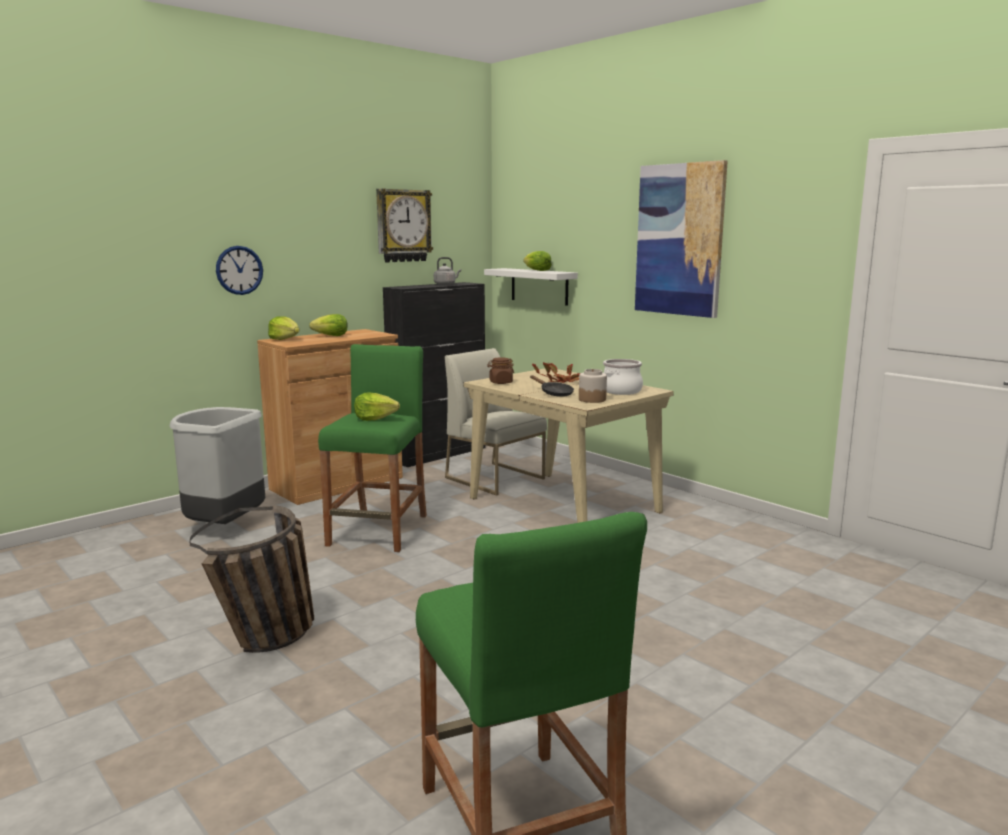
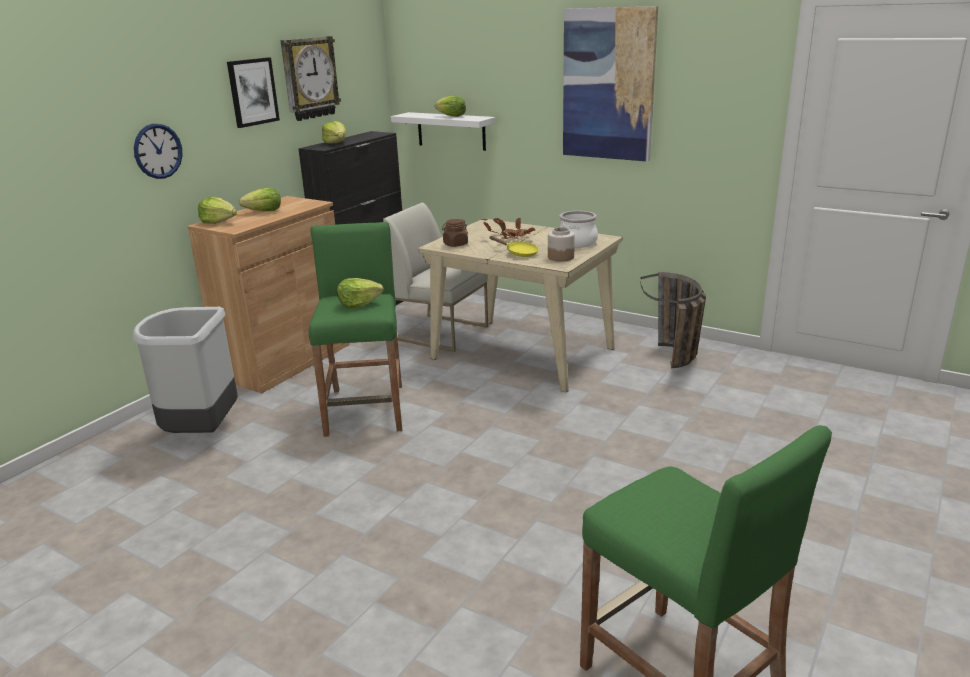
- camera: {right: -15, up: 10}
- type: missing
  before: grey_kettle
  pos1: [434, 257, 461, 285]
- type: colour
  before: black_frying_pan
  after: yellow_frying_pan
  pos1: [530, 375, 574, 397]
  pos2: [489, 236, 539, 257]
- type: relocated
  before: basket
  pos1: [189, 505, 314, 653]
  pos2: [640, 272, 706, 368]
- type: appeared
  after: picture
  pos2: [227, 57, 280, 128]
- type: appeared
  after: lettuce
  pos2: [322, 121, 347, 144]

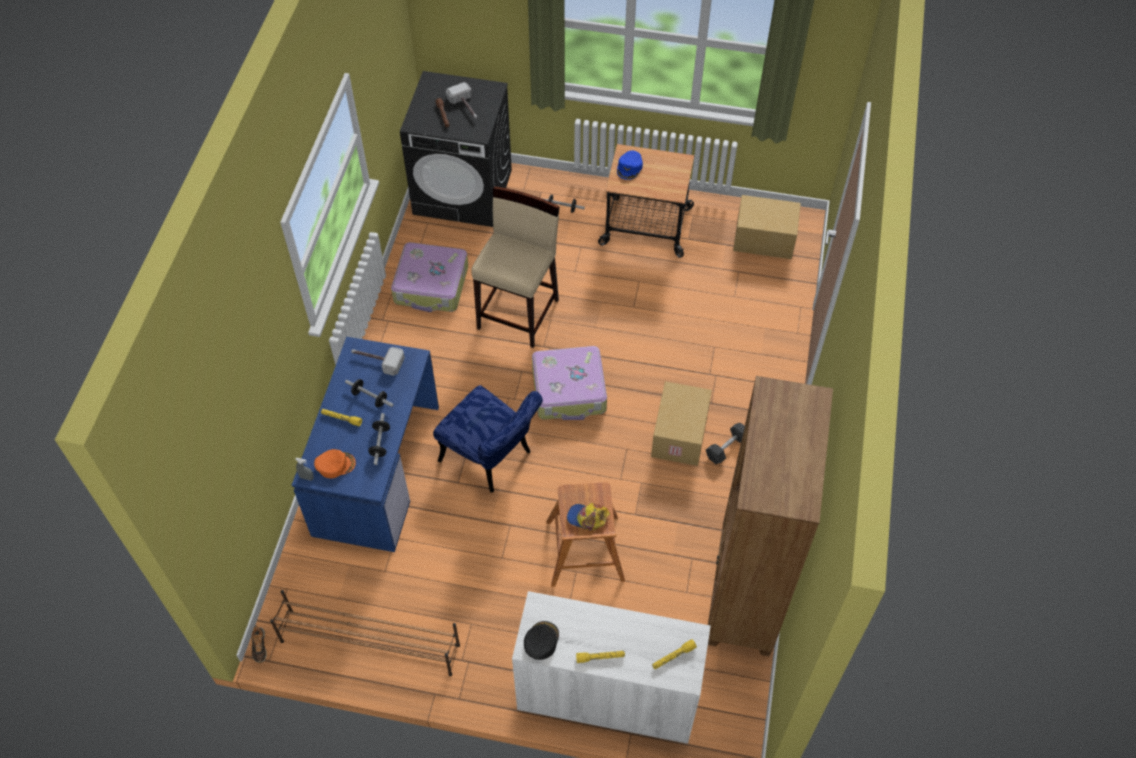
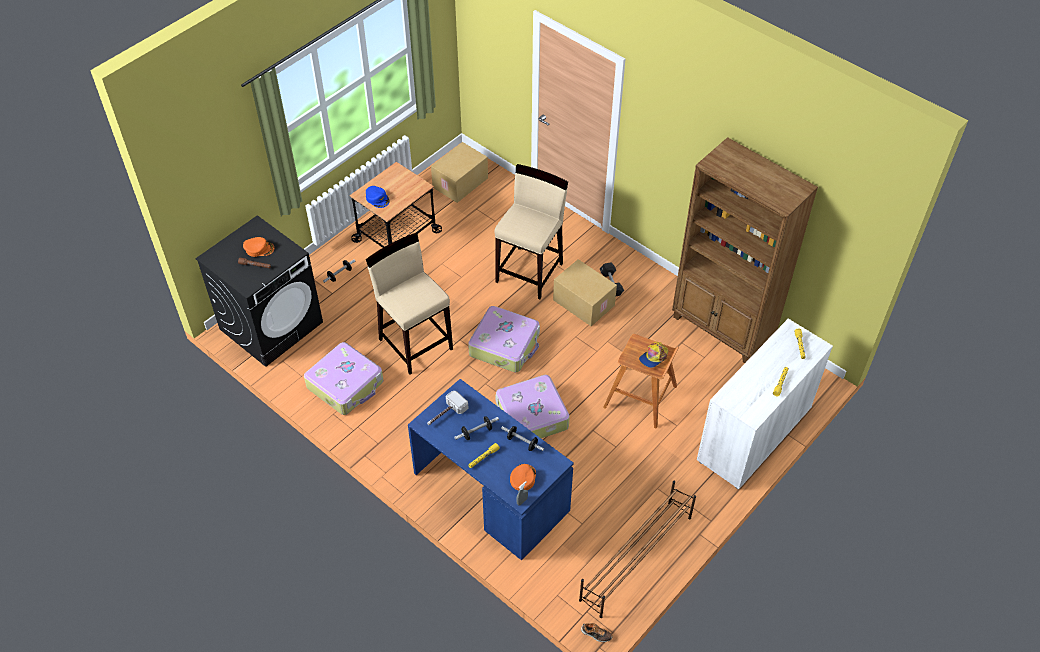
- camera: {right: -60, up: -5}
- type: exchanged
  before: hammer
  after: orange_cap
  pos1: [446, 82, 477, 119]
  pos2: [243, 237, 274, 257]
- type: exchanged
  before: blue_chair
  after: suitcase
  pos1: [433, 385, 543, 493]
  pos2: [496, 375, 570, 438]
- type: missing
  before: black_cap
  pos1: [524, 621, 559, 660]
- type: appeared
  after: beige_stool
  pos2: [495, 164, 568, 299]

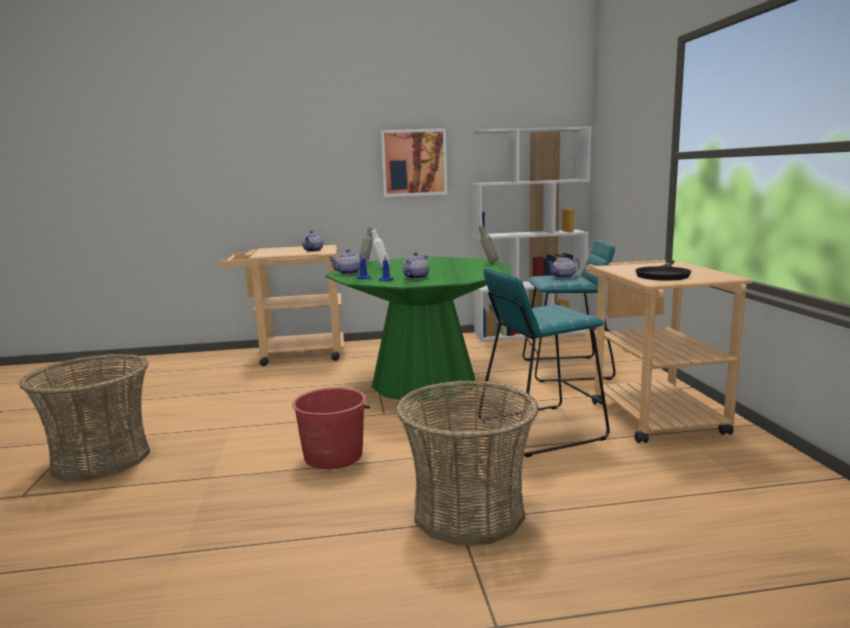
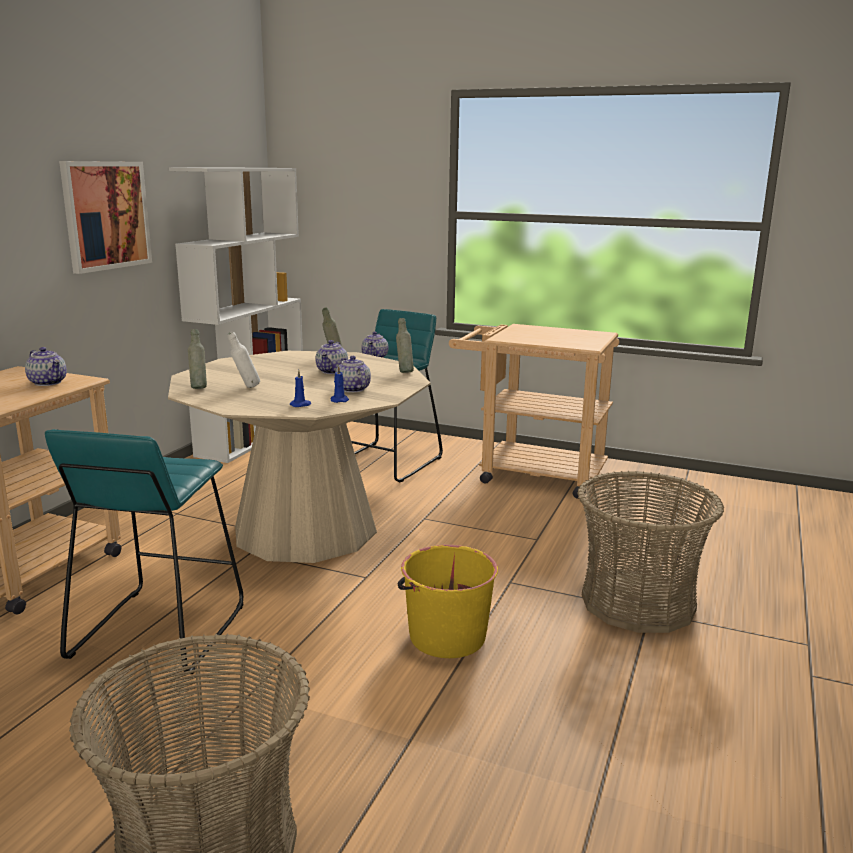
- camera: {right: -60, up: 5}
- type: relocated
  before: teapot
  pos1: [328, 249, 369, 274]
  pos2: [316, 340, 348, 374]
- type: colour
  before: green_dining_table
  after: beige_dining_table
  pos1: [325, 257, 511, 402]
  pos2: [168, 351, 431, 563]
- type: missing
  before: black_frying_pan
  pos1: [635, 260, 692, 281]
- type: relocated
  before: turquoise_stool
  pos1: [478, 268, 610, 457]
  pos2: [45, 429, 243, 674]
- type: colour
  before: red_bucket
  after: yellow_bucket
  pos1: [292, 387, 370, 470]
  pos2: [397, 545, 498, 658]
- type: appeared
  after: grey_bottle
  pos2: [396, 318, 414, 373]

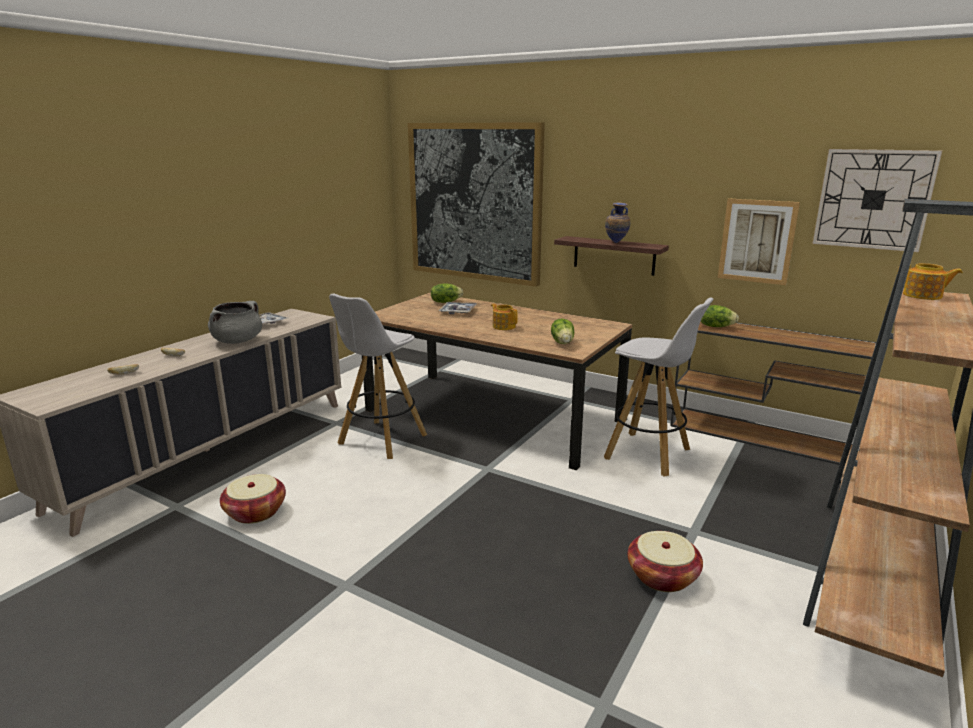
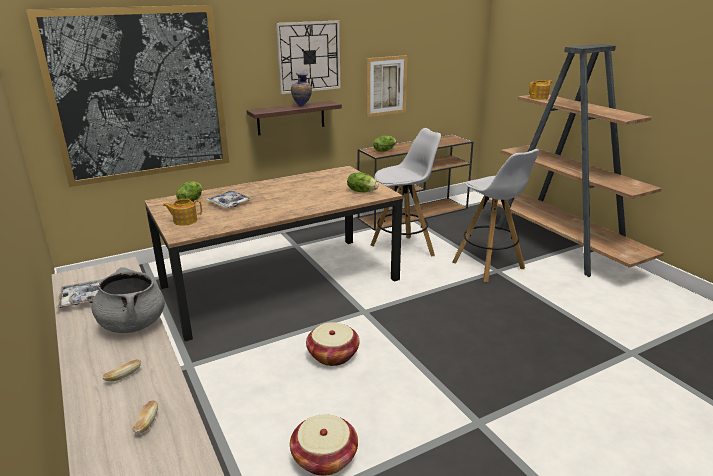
- camera: {right: -60, up: 5}
- type: relocated
  before: wall_clock
  pos1: [812, 149, 942, 252]
  pos2: [276, 20, 340, 94]
- type: relocated
  before: white_stool
  pos1: [329, 294, 427, 459]
  pos2: [452, 149, 539, 282]
- type: relocated
  before: teapot
  pos1: [491, 304, 518, 330]
  pos2: [163, 199, 202, 226]
- type: relocated
  before: basket
  pos1: [628, 531, 703, 592]
  pos2: [306, 322, 359, 366]

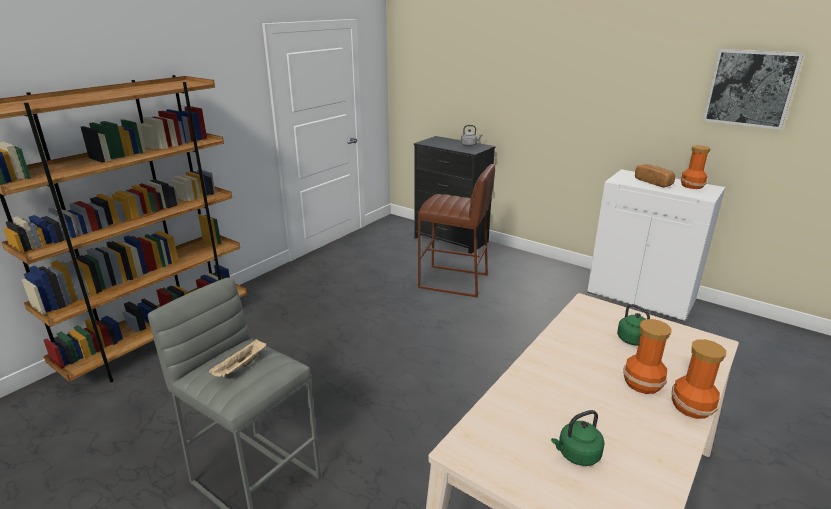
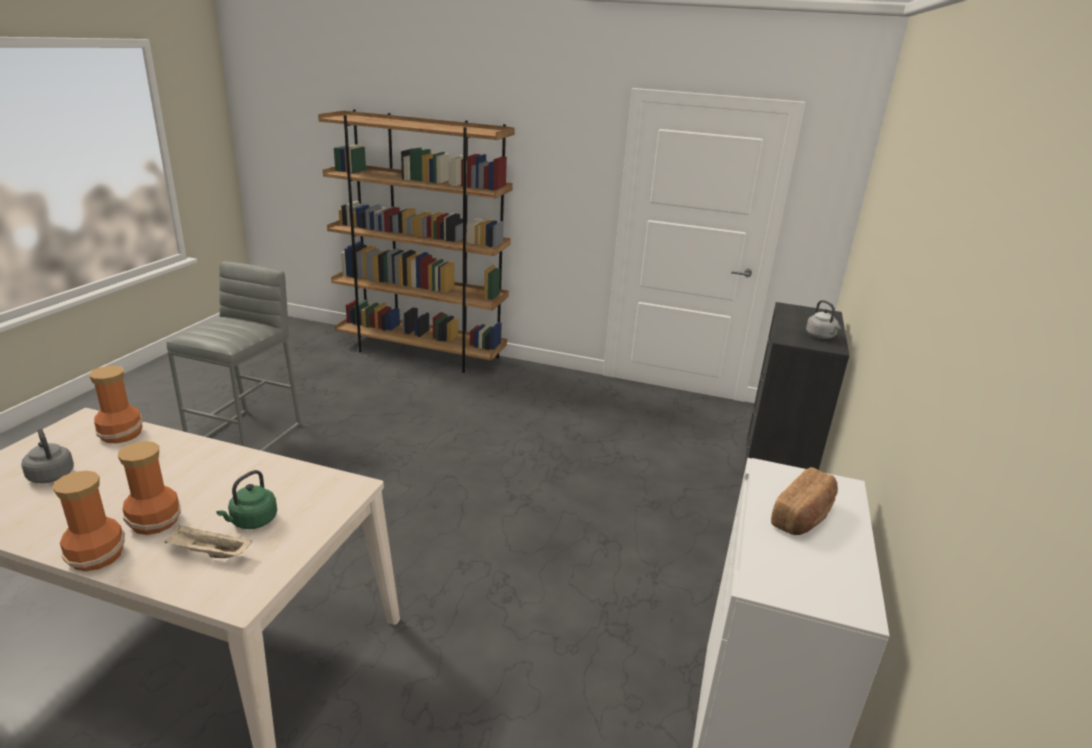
- camera: {right: 70, up: 0}
- type: missing
  before: picture
  pos1: [703, 49, 804, 130]
- type: relocated
  before: vase
  pos1: [681, 145, 711, 189]
  pos2: [89, 366, 143, 443]
- type: missing
  before: brown_stool
  pos1: [418, 164, 495, 297]
- type: relocated
  before: beige_tray
  pos1: [208, 339, 266, 377]
  pos2: [164, 525, 252, 558]
- type: colour
  before: green_kettle
  after: grey_kettle
  pos1: [551, 410, 605, 466]
  pos2: [22, 428, 74, 483]

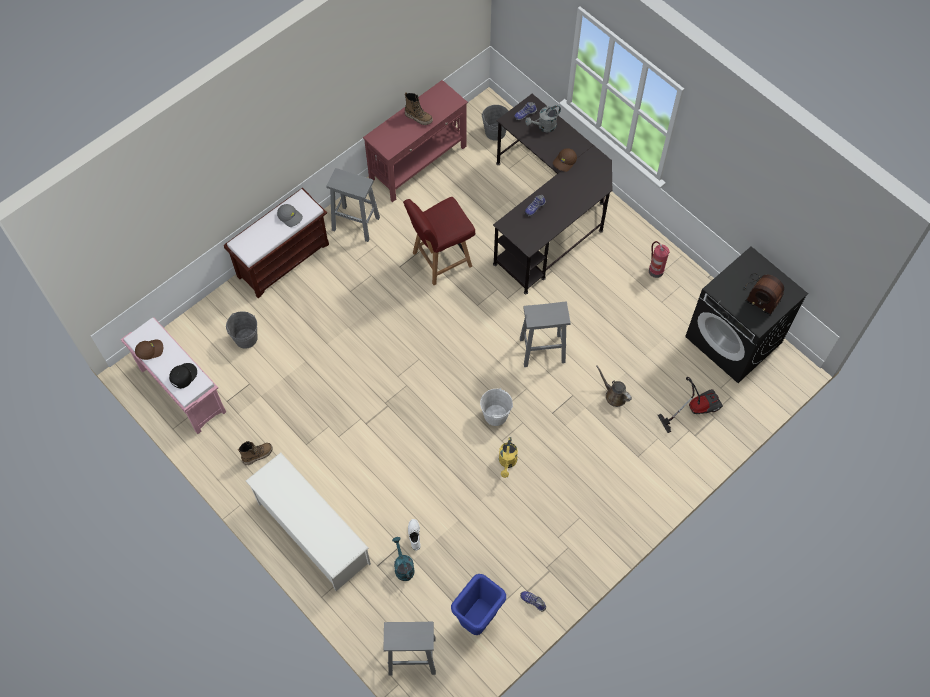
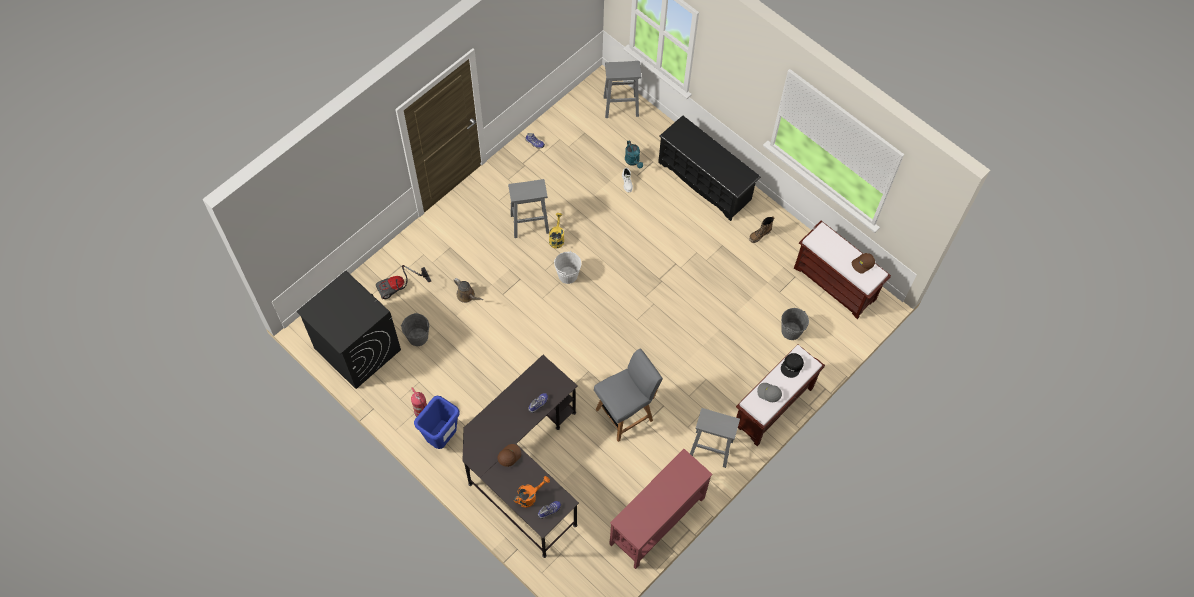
- camera: {right: 175, up: 0}
- type: missing
  before: boot
  pos1: [405, 92, 433, 125]
- type: relocated
  before: grey_bucket
  pos1: [482, 105, 508, 141]
  pos2: [401, 313, 429, 346]
- type: colour
  before: grey_watering_can
  after: orange_watering_can
  pos1: [525, 105, 561, 132]
  pos2: [514, 476, 550, 508]
- type: colour
  before: red_chair
  after: grey_chair
  pos1: [403, 197, 476, 285]
  pos2: [594, 348, 663, 442]
- type: missing
  before: radio
  pos1: [744, 273, 784, 315]
- type: relocated
  before: grey_stool
  pos1: [520, 302, 571, 367]
  pos2: [508, 179, 549, 238]
- type: colour
  before: pink_bench
  after: brown_bench
  pos1: [121, 317, 226, 434]
  pos2: [794, 221, 891, 319]
- type: relocated
  before: black_cap
  pos1: [169, 363, 197, 389]
  pos2: [781, 353, 804, 378]
- type: colour
  before: white_shoe_rack
  after: black_shoe_rack
  pos1: [246, 452, 371, 591]
  pos2: [658, 116, 761, 221]
- type: relocated
  before: blue_trash_can
  pos1: [451, 574, 506, 635]
  pos2: [414, 396, 460, 449]

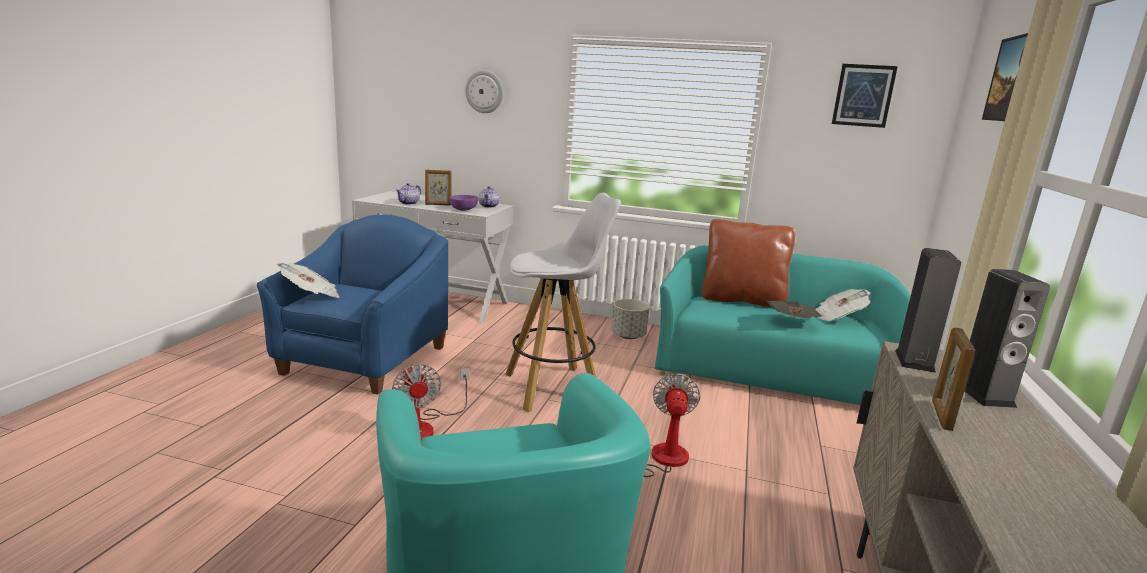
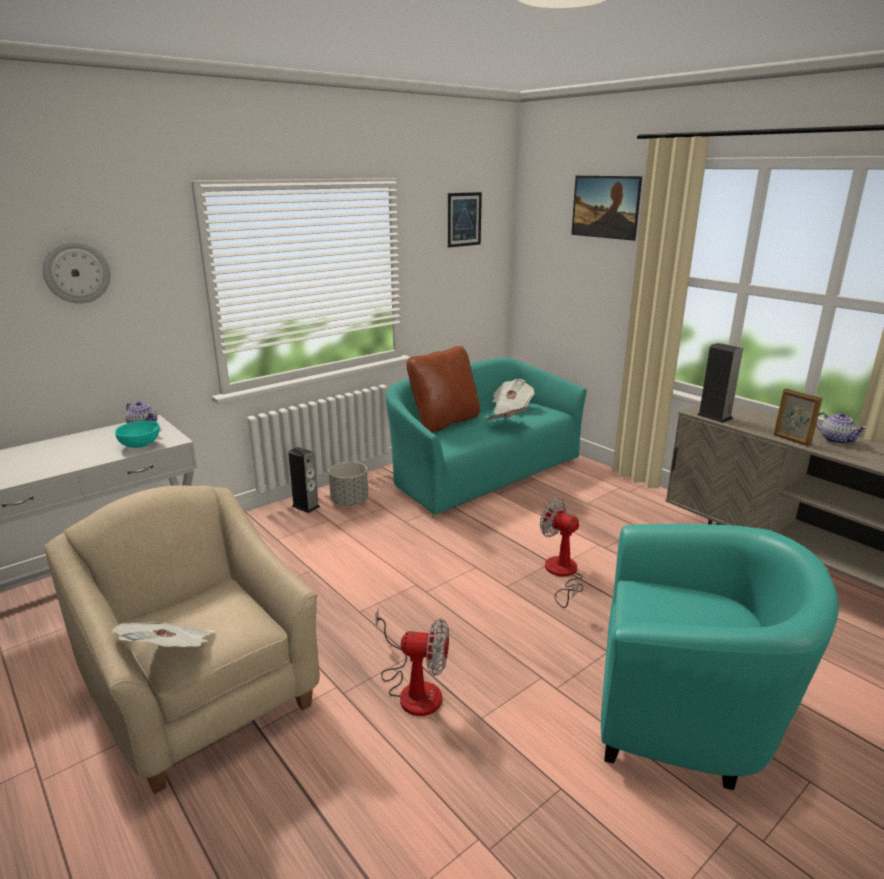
- camera: {right: -55, up: 5}
- type: missing
  before: picture_frame
  pos1: [425, 170, 452, 205]
- type: relocated
  before: teapot
  pos1: [396, 183, 421, 205]
  pos2: [816, 412, 867, 444]
- type: missing
  before: white_stool
  pos1: [505, 193, 621, 412]
- type: colour
  before: purple_bowl
  after: turquoise_bowl
  pos1: [449, 195, 478, 211]
  pos2: [115, 421, 160, 448]
- type: colour
  before: blue_armchair
  after: beige_armchair
  pos1: [257, 214, 448, 395]
  pos2: [44, 485, 320, 794]
- type: relocated
  before: speaker
  pos1: [965, 269, 1050, 408]
  pos2: [288, 447, 320, 513]

